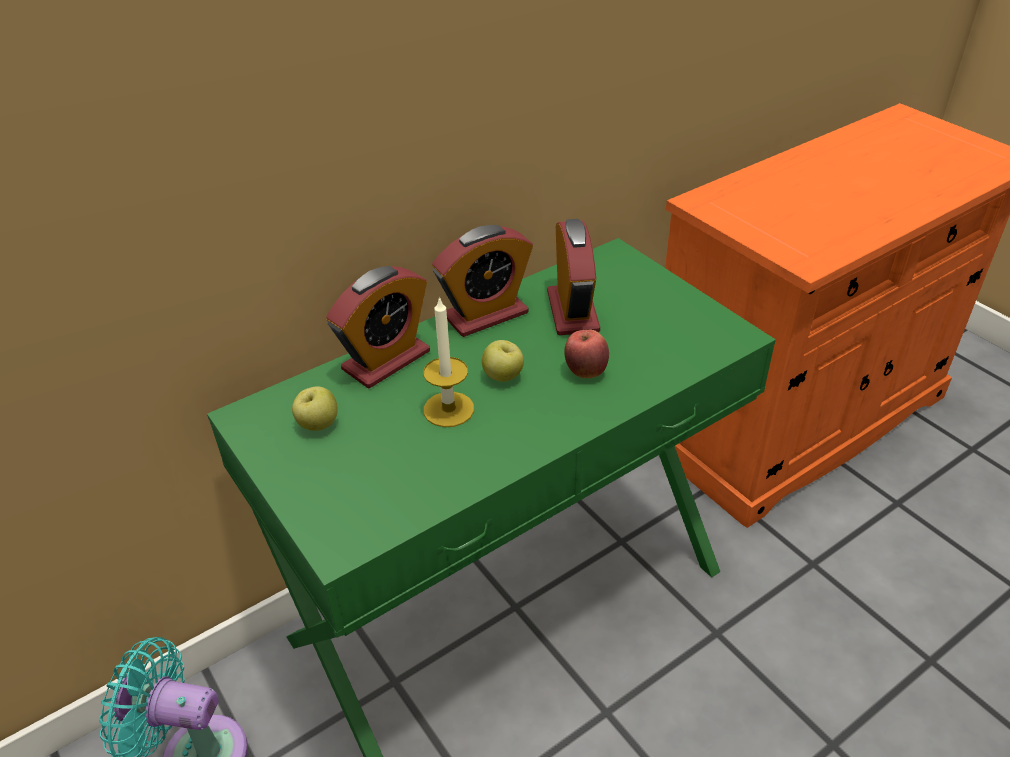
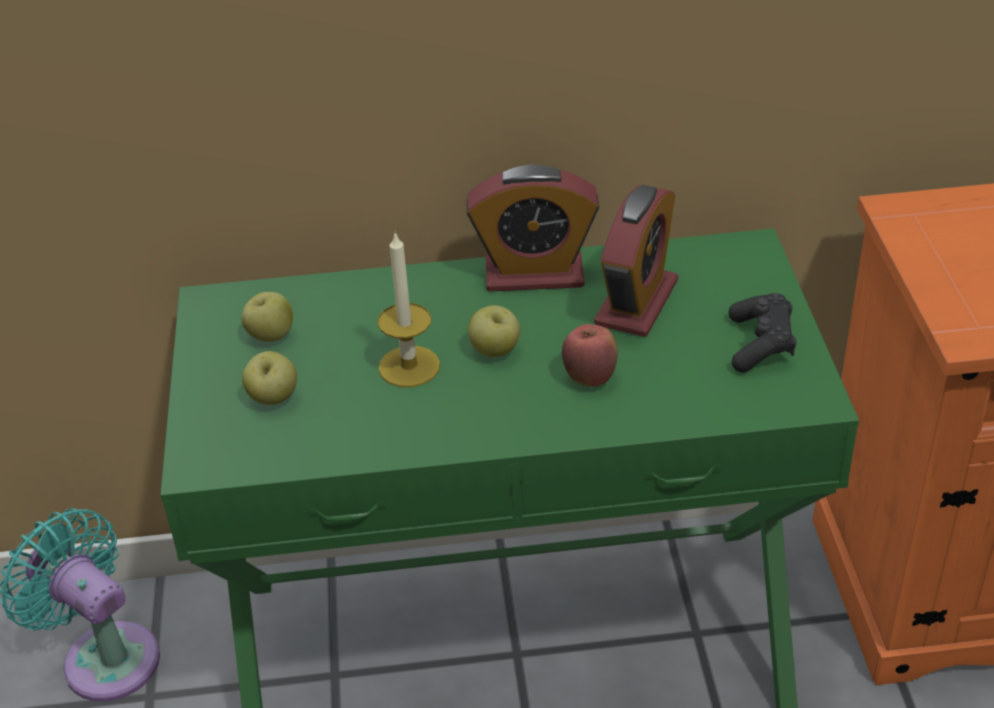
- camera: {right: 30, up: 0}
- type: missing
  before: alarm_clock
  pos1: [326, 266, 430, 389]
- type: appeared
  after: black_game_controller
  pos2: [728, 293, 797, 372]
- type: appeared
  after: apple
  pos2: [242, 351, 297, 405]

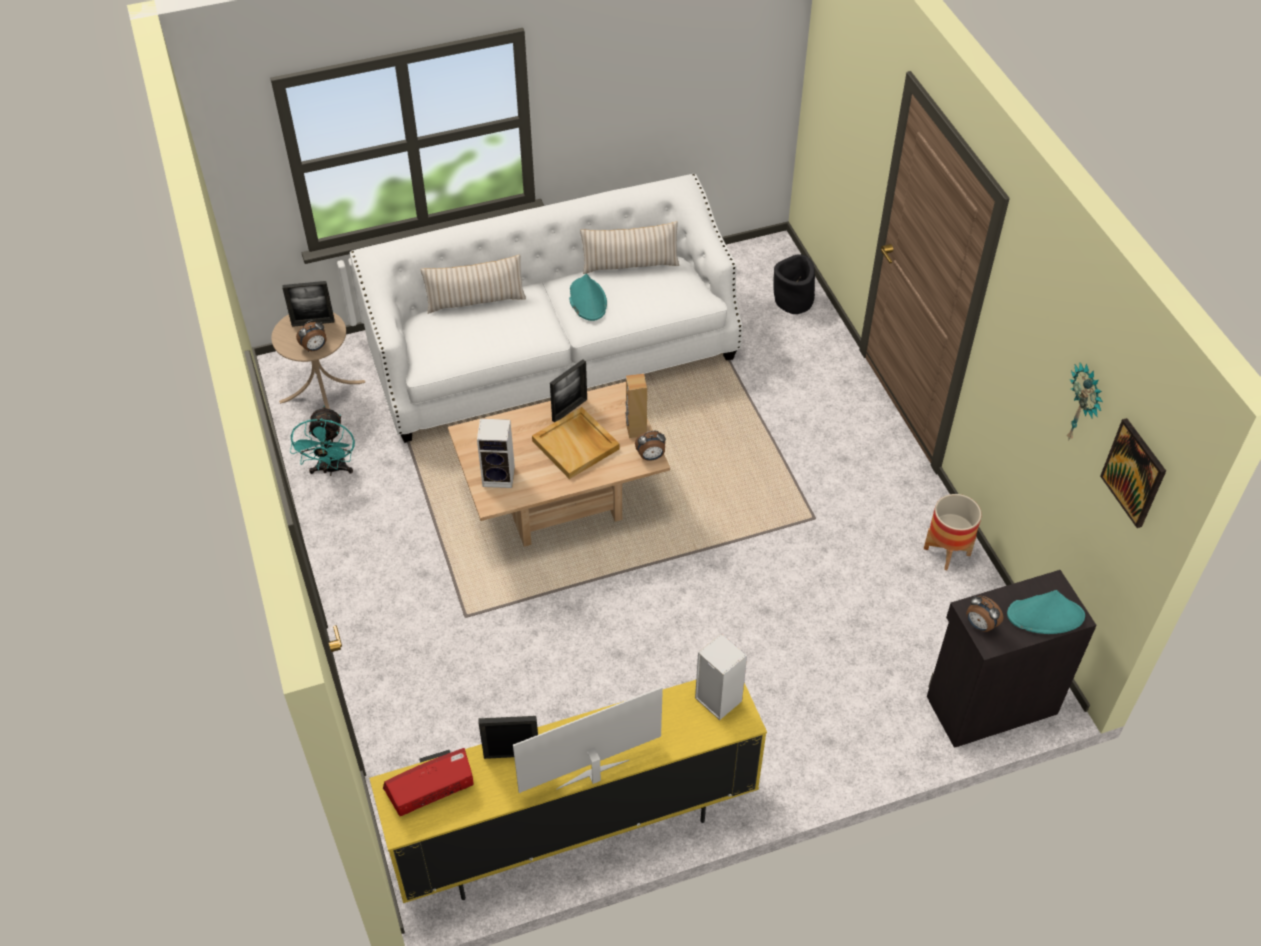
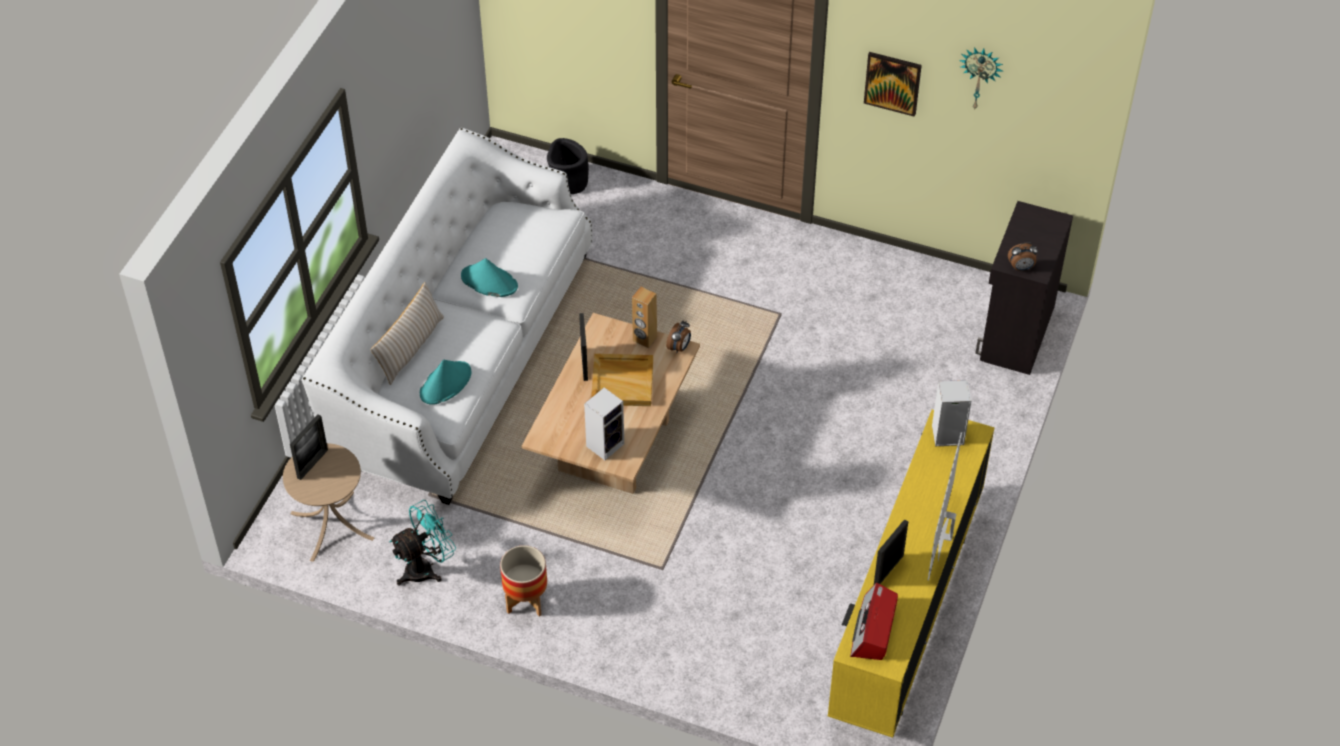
- camera: {right: -50, up: 0}
- type: missing
  before: beige_pillow
  pos1: [580, 222, 679, 274]
- type: missing
  before: alarm_clock
  pos1: [296, 320, 326, 352]
- type: spun
  before: turquoise_fan
  pos1: [290, 406, 355, 476]
  pos2: [389, 500, 456, 585]
  turn: -75
- type: relocated
  before: picture
  pos1: [1100, 418, 1166, 528]
  pos2: [864, 52, 922, 117]
- type: relocated
  before: planter
  pos1: [924, 494, 982, 570]
  pos2: [500, 545, 547, 616]
- type: relocated
  before: turquoise_hat
  pos1: [1007, 590, 1085, 634]
  pos2: [420, 360, 471, 405]

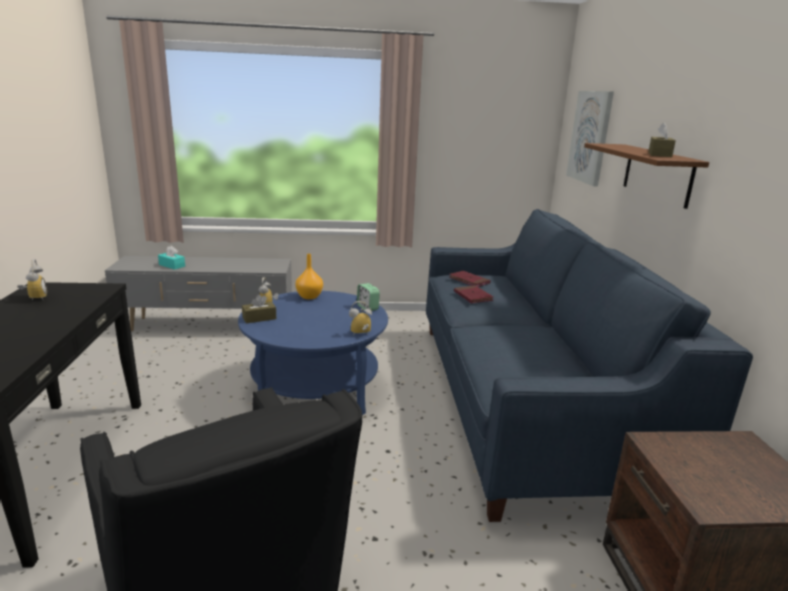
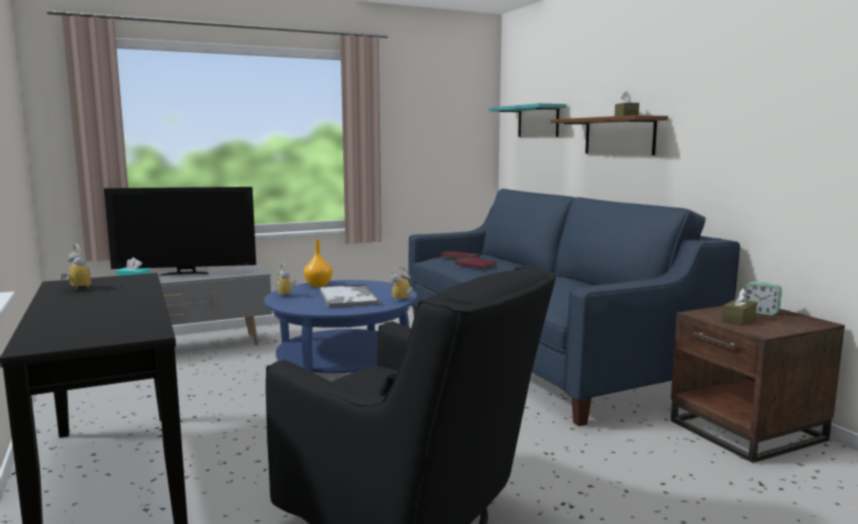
- camera: {right: -20, up: -10}
- type: exchanged
  before: picture
  after: turquoise_shelf
  pos1: [566, 91, 614, 186]
  pos2: [489, 103, 567, 137]
- type: relocated
  before: alarm_clock
  pos1: [357, 283, 380, 311]
  pos2: [743, 282, 782, 315]
- type: relocated
  before: brown_tissue_box
  pos1: [242, 294, 276, 323]
  pos2: [722, 288, 757, 325]
- type: appeared
  after: television
  pos2: [104, 187, 256, 276]
- type: appeared
  after: tray
  pos2: [319, 284, 380, 308]

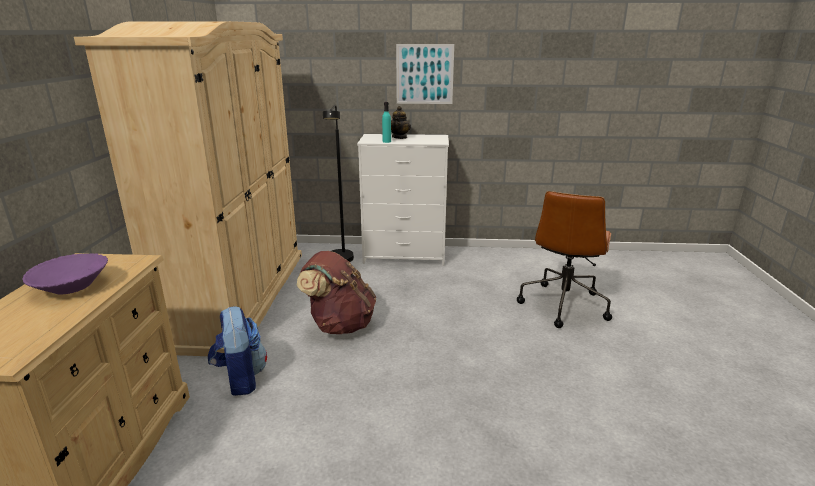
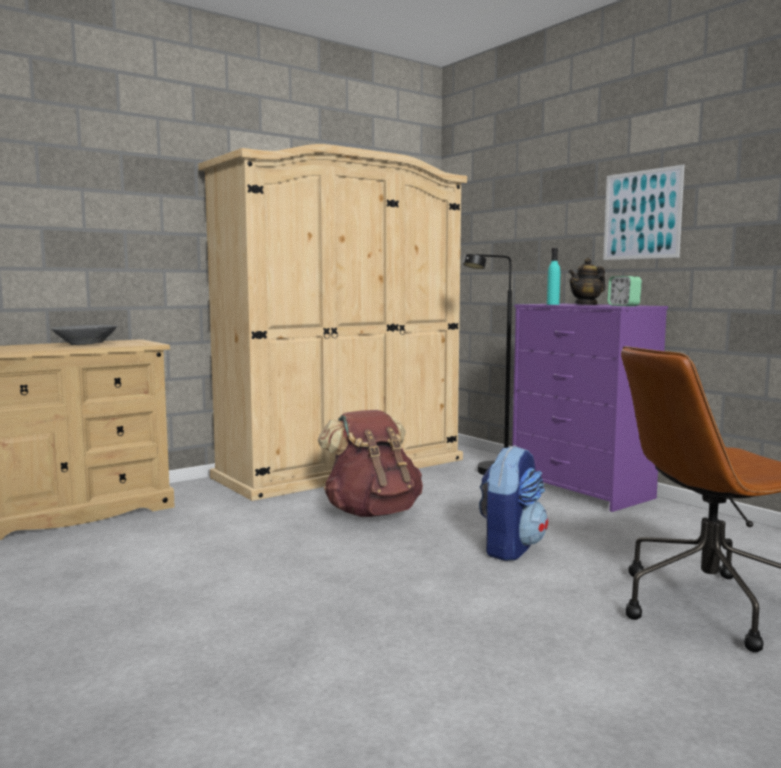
- camera: {right: 50, up: -15}
- type: colour
  before: white_dresser
  after: purple_dresser
  pos1: [357, 134, 449, 266]
  pos2: [512, 303, 668, 512]
- type: colour
  before: purple_bowl
  after: grey_bowl
  pos1: [22, 253, 108, 294]
  pos2: [51, 325, 117, 345]
- type: relocated
  before: backpack
  pos1: [208, 306, 267, 396]
  pos2: [479, 445, 548, 561]
- type: appeared
  after: alarm_clock
  pos2: [607, 276, 642, 306]

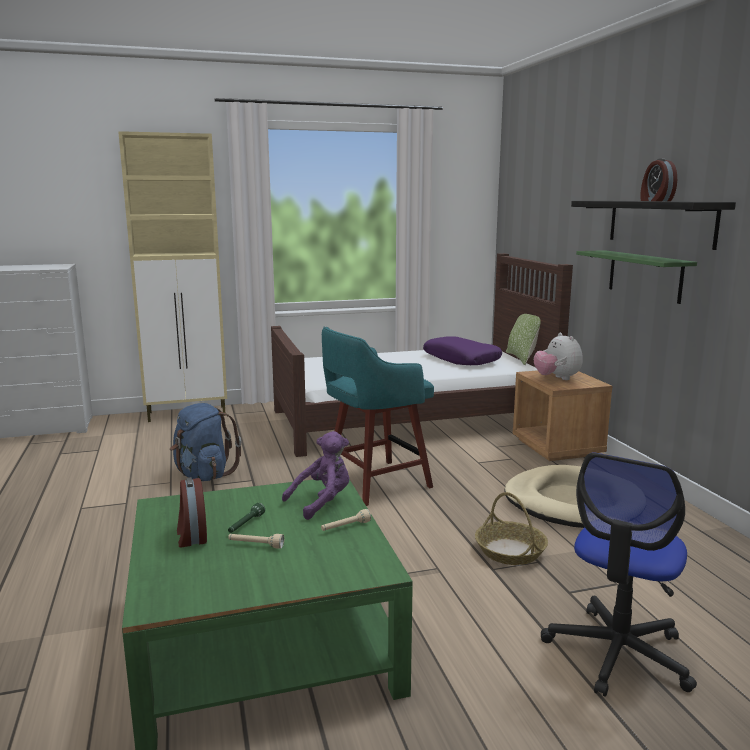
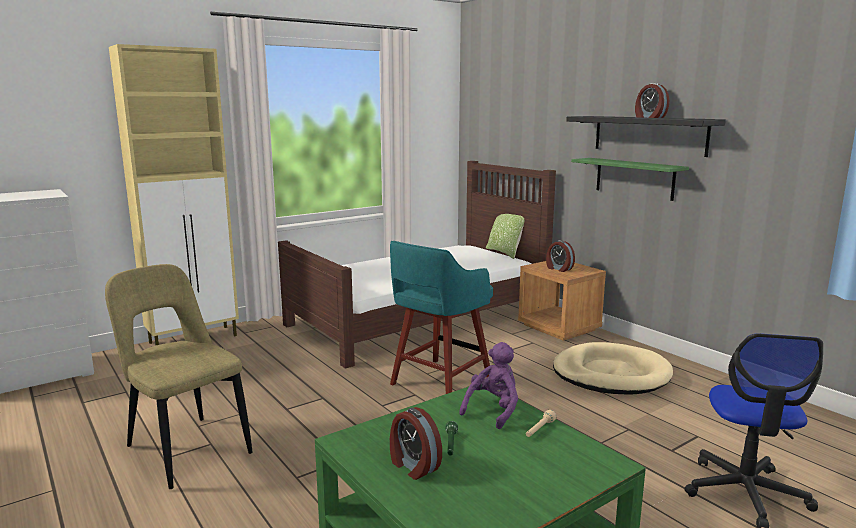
- camera: {right: -20, up: 0}
- type: exchanged
  before: plush_toy
  after: alarm_clock
  pos1: [534, 333, 582, 380]
  pos2: [546, 240, 575, 272]
- type: missing
  before: purple_pillow
  pos1: [423, 336, 502, 365]
- type: missing
  before: blue_backpack
  pos1: [170, 403, 241, 481]
- type: missing
  before: basket
  pos1: [475, 492, 548, 565]
- type: missing
  before: beige_flashlight
  pos1: [228, 534, 284, 549]
- type: appeared
  after: beige_chair
  pos2: [105, 264, 253, 489]

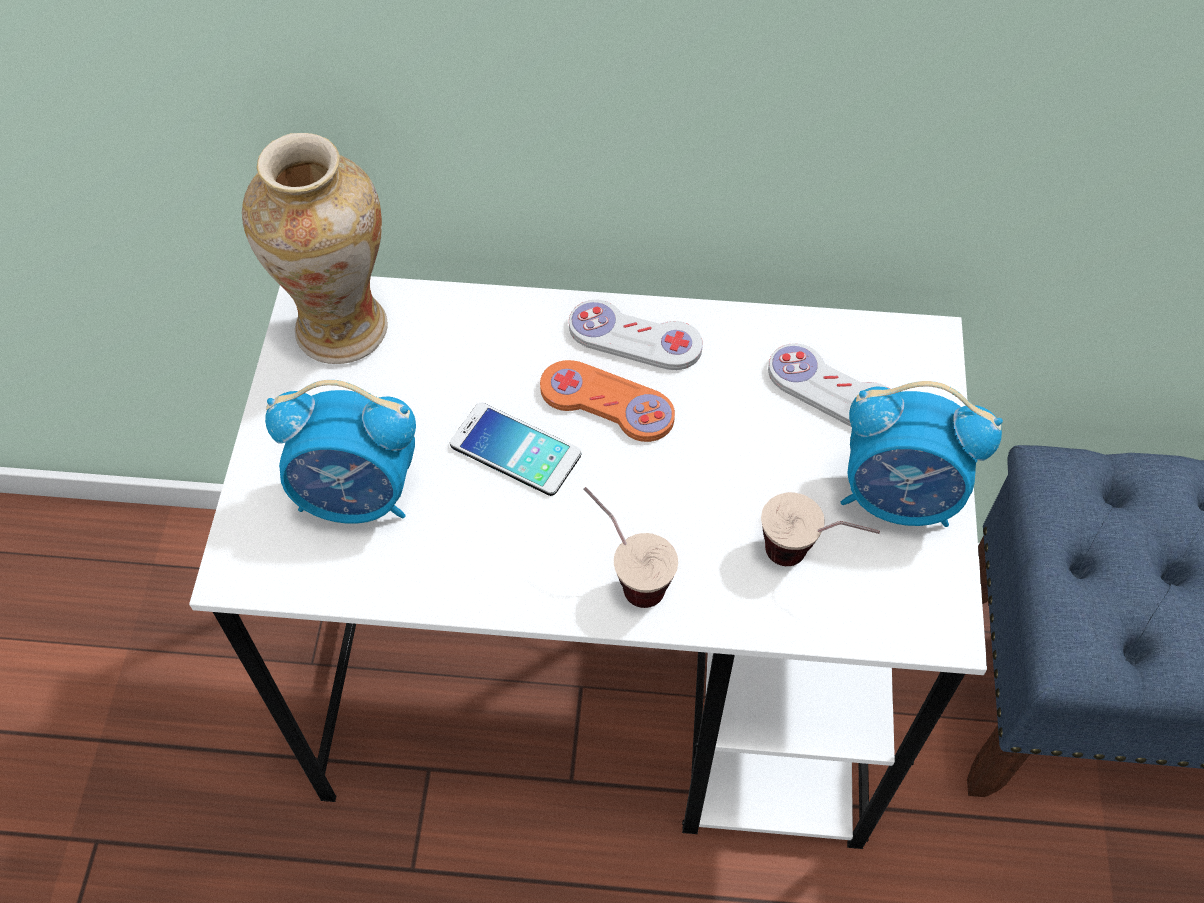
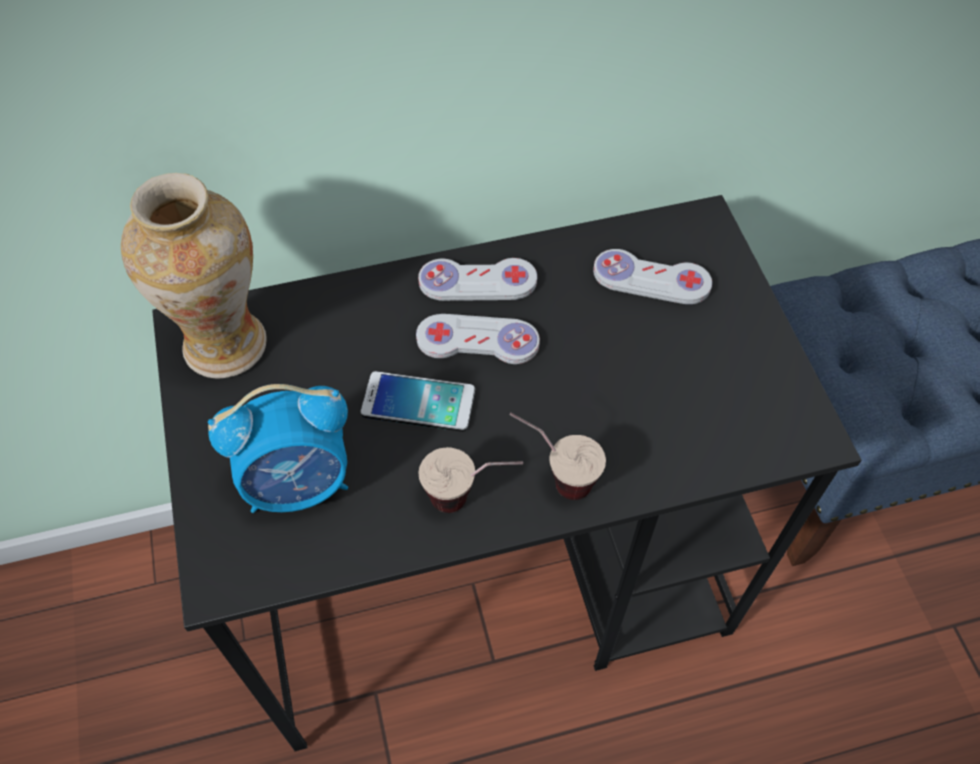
- camera: {right: -20, up: 0}
- type: colour
  before: white_desk
  after: black_desk
  pos1: [189, 276, 987, 849]
  pos2: [152, 195, 862, 752]
- type: colour
  before: orange_game_controller
  after: white_game_controller
  pos1: [540, 360, 675, 442]
  pos2: [416, 314, 540, 364]
- type: missing
  before: alarm_clock
  pos1: [841, 381, 1003, 527]
- type: relocated
  before: cup
  pos1: [761, 492, 880, 566]
  pos2: [418, 447, 523, 513]

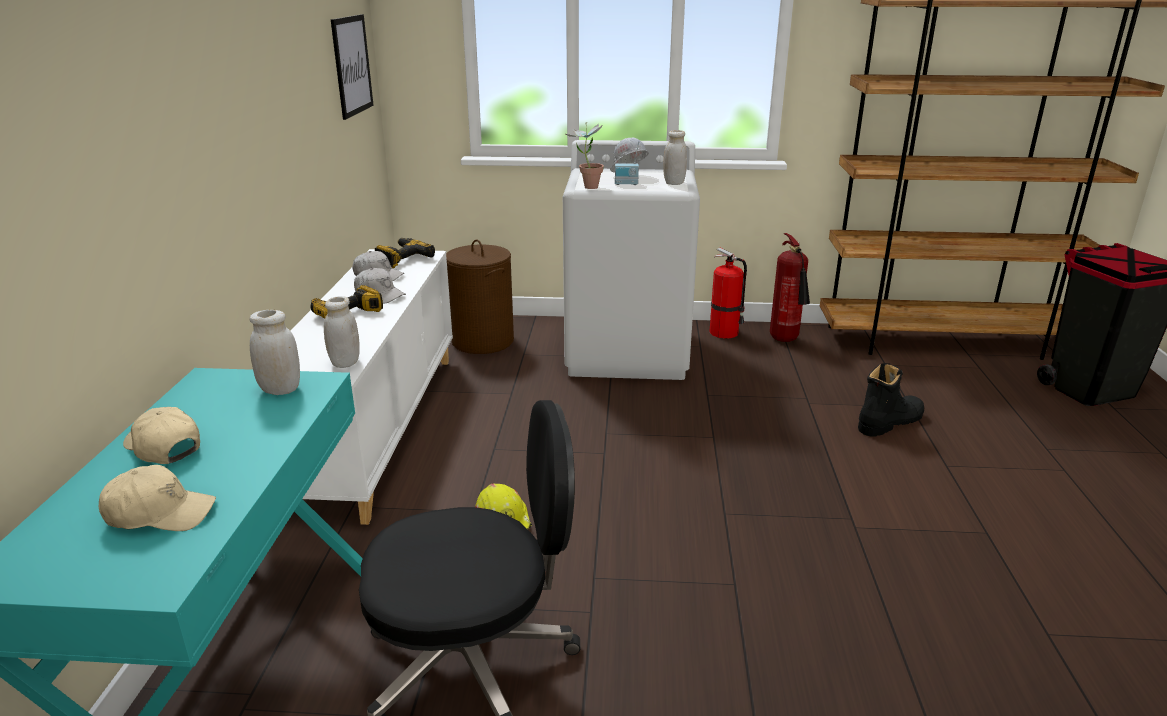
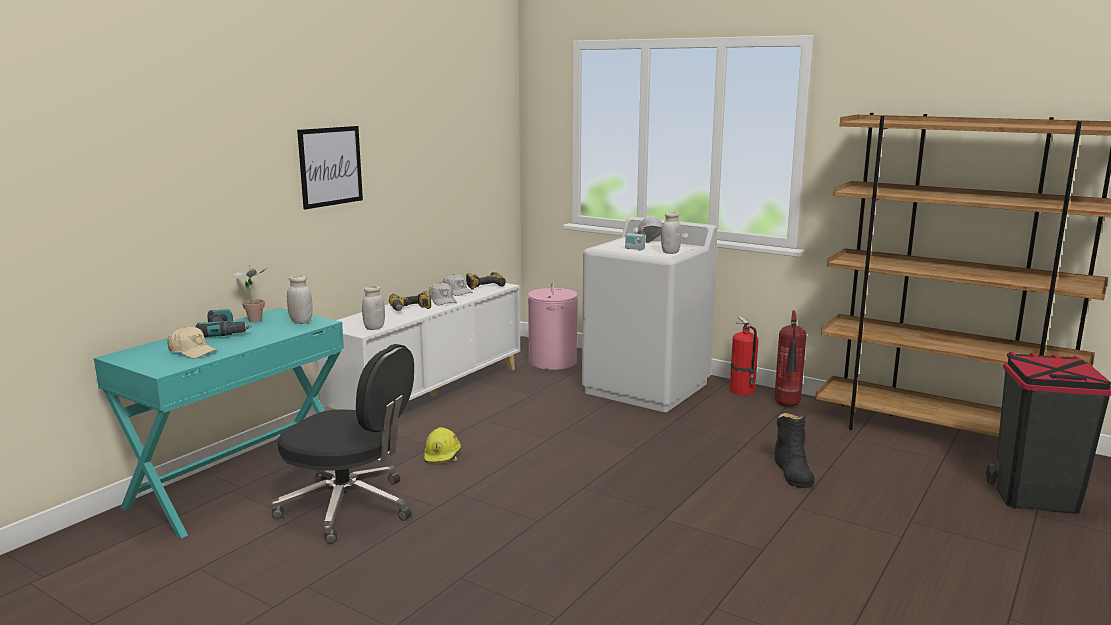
- camera: {right: 30, up: -10}
- type: relocated
  before: picture
  pos1: [331, 14, 374, 120]
  pos2: [297, 126, 363, 209]
- type: relocated
  before: potted_plant
  pos1: [564, 122, 604, 189]
  pos2: [232, 268, 267, 323]
- type: colour
  before: brown_laundry_basket
  after: pink_laundry_basket
  pos1: [446, 239, 514, 354]
  pos2: [528, 283, 578, 370]
- type: spun
  before: black_boot
  pos1: [858, 363, 924, 437]
  pos2: [774, 412, 815, 488]
  turn: 90
- type: exchanged
  before: beige_cap
  after: power_drill
  pos1: [123, 407, 200, 464]
  pos2: [195, 309, 252, 337]

